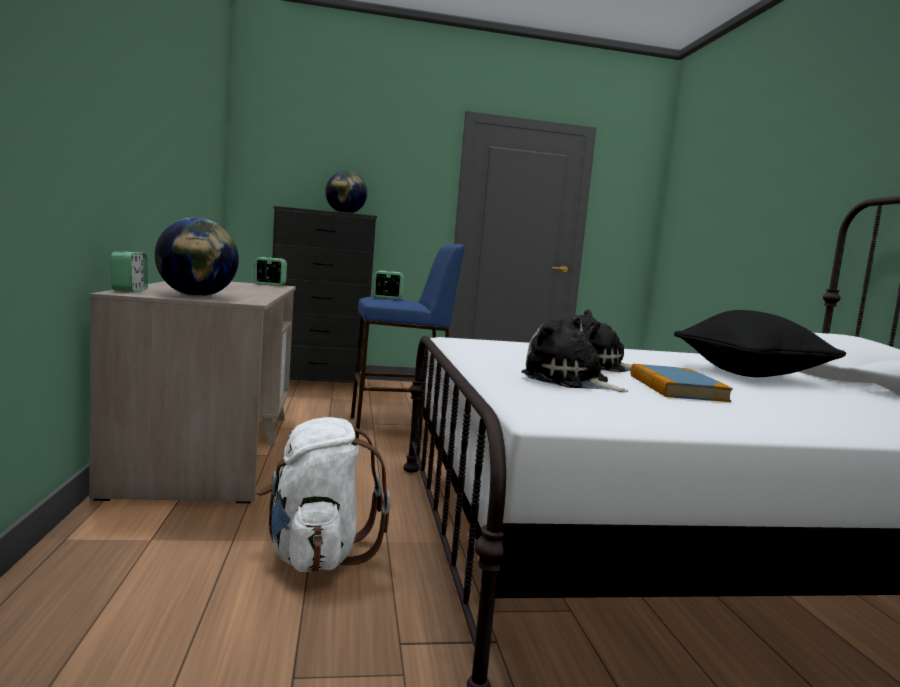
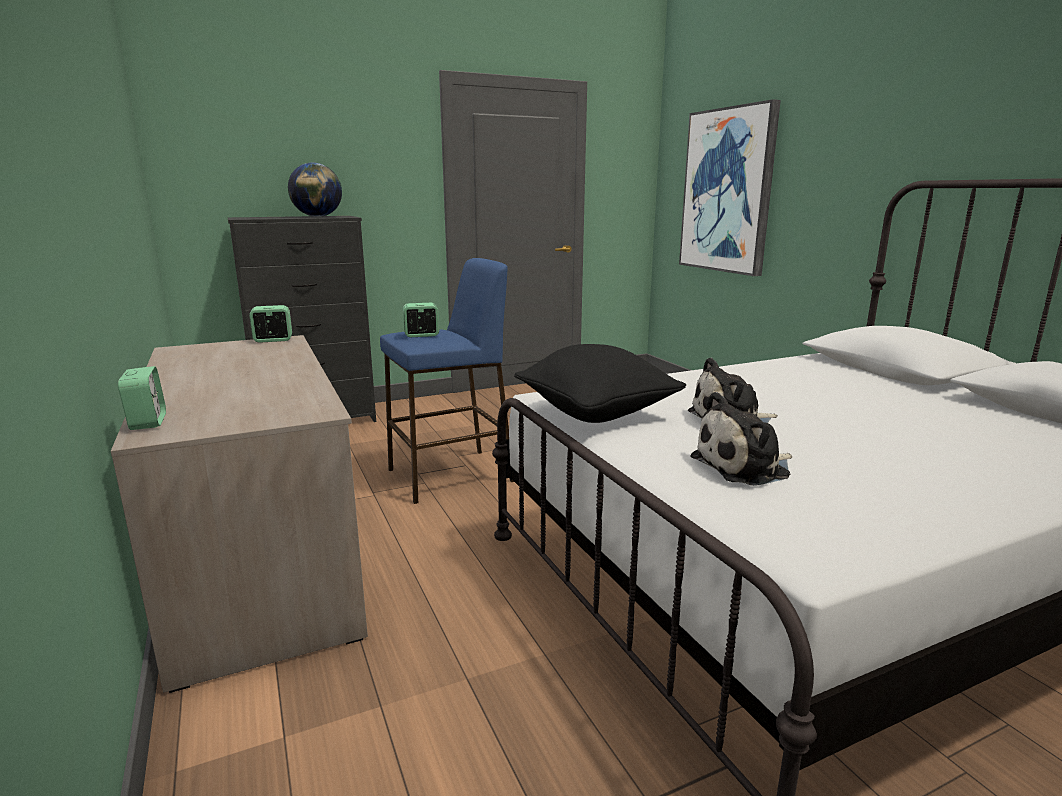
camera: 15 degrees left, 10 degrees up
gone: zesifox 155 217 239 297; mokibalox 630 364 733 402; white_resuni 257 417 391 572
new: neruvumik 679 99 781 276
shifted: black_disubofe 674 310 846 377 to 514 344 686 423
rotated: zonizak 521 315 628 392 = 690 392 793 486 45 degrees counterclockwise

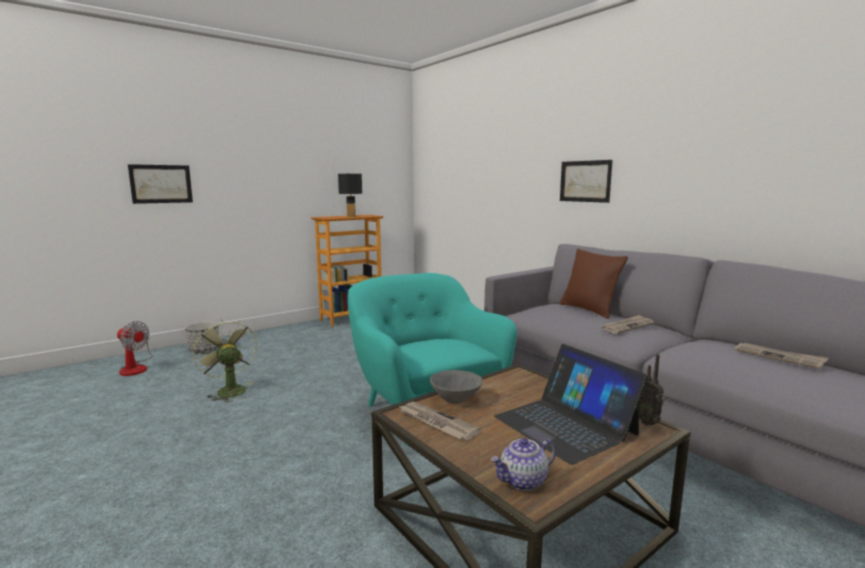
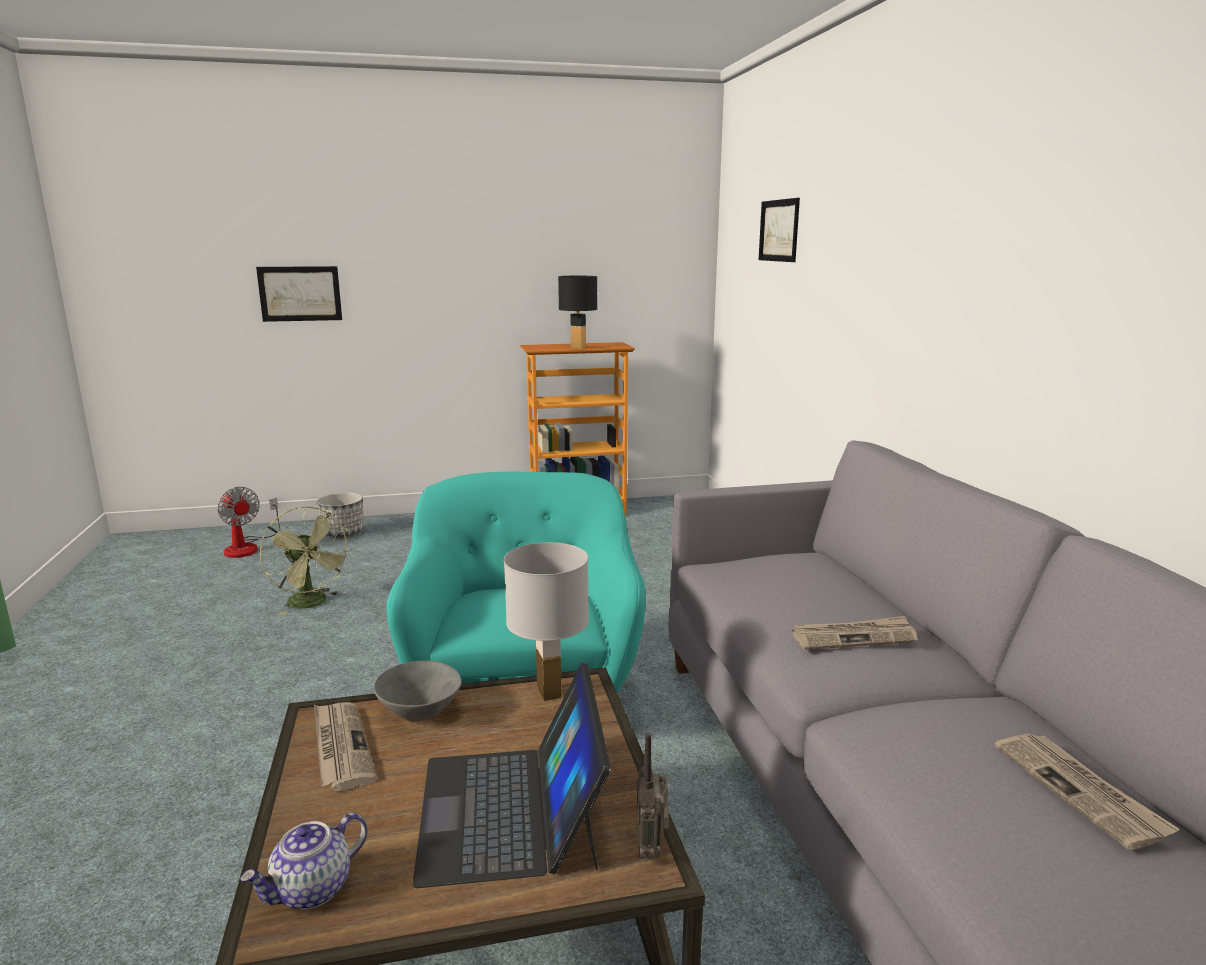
camera: 25 degrees right, 5 degrees up
gone: brown_disubofe 560 249 628 319
new: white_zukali 504 542 589 701
shifted: neruvumik 560 160 613 203 to 758 198 800 262
rotated: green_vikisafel 192 319 257 402 = 260 506 352 615 150 degrees clockwise; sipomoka 490 438 556 491 = 240 813 367 909 45 degrees counterclockwise

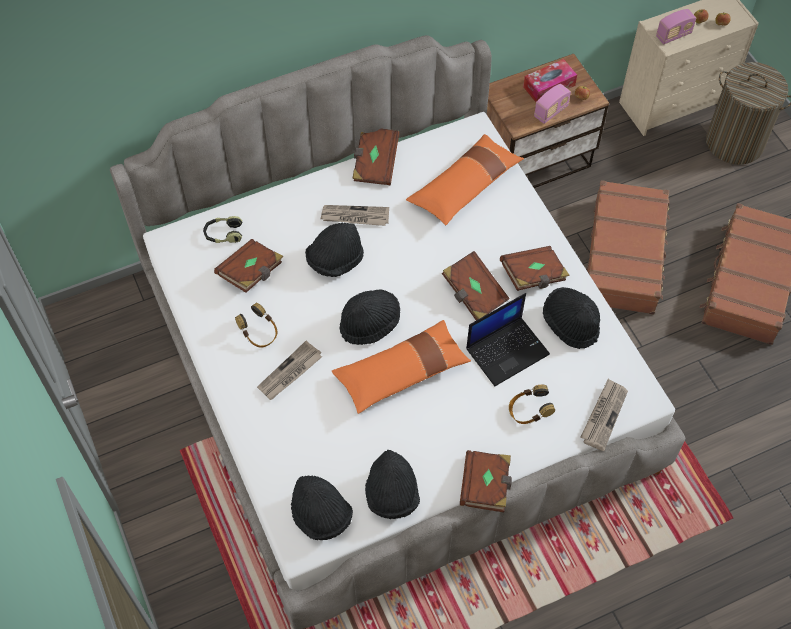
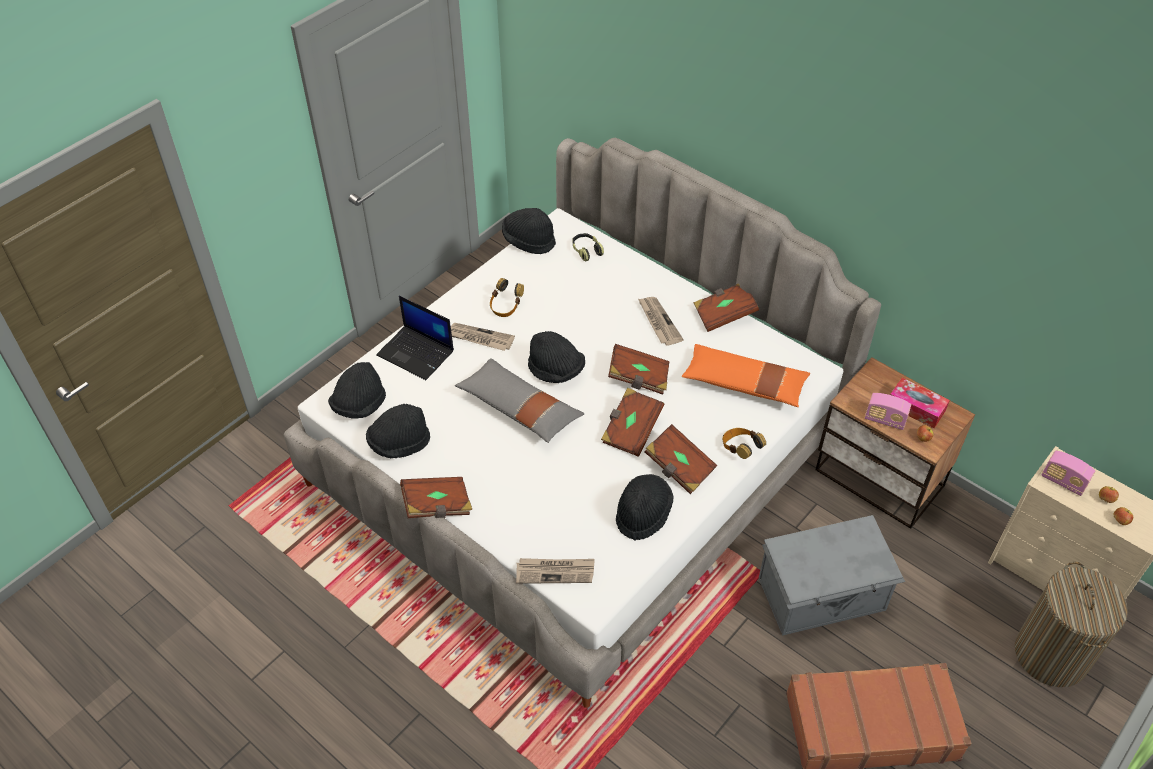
camera: 65 degrees right, 10 degrees down
shifted: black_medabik 305 223 364 277 to 502 208 556 254; brown_mokibalox 214 239 284 293 to 608 344 670 395; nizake 466 293 550 386 to 376 296 454 380; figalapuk 509 385 555 424 to 722 428 766 459
swapped: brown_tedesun 587 180 670 315 to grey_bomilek 759 515 905 636
repainted: orange_disubofe 332 320 471 414 to grey_disubofe 455 358 584 443

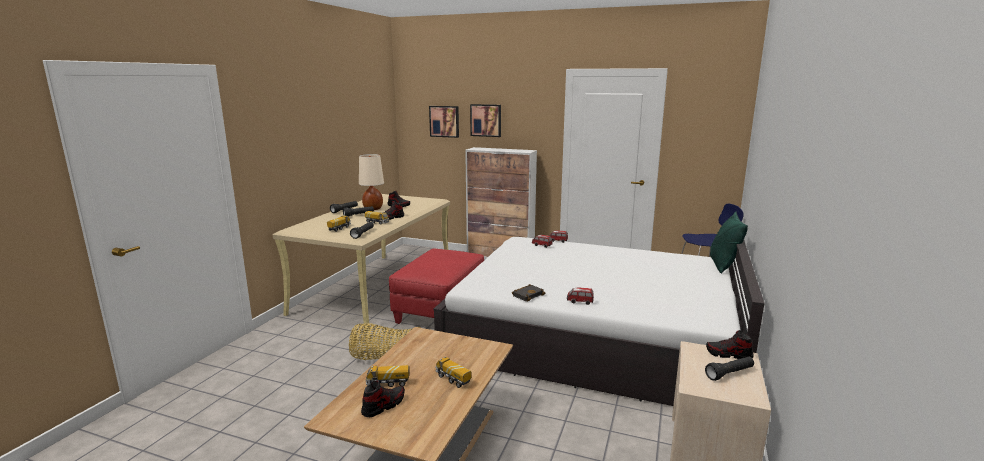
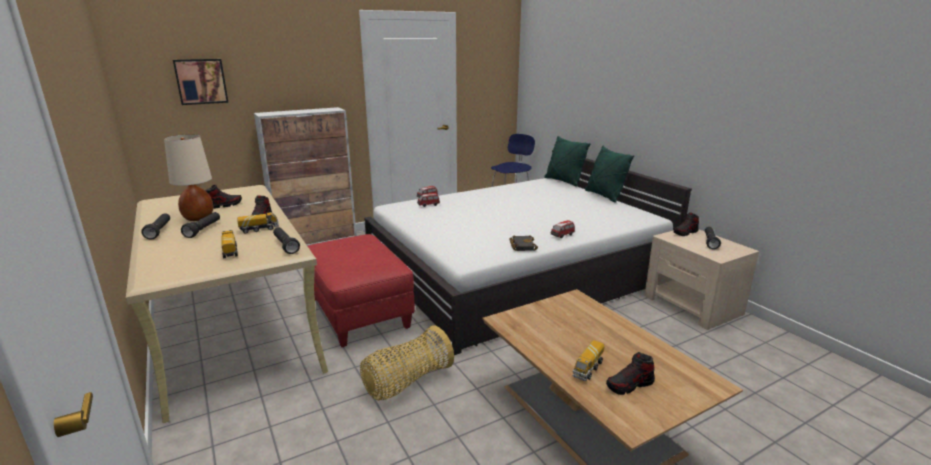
camera: 50 degrees left, 5 degrees up
gone: neruvumik 470 104 501 137; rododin 435 357 472 388
new: green_disubofe 585 146 634 203
rotated: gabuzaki 361 380 405 417 = 606 352 655 395 105 degrees counterclockwise

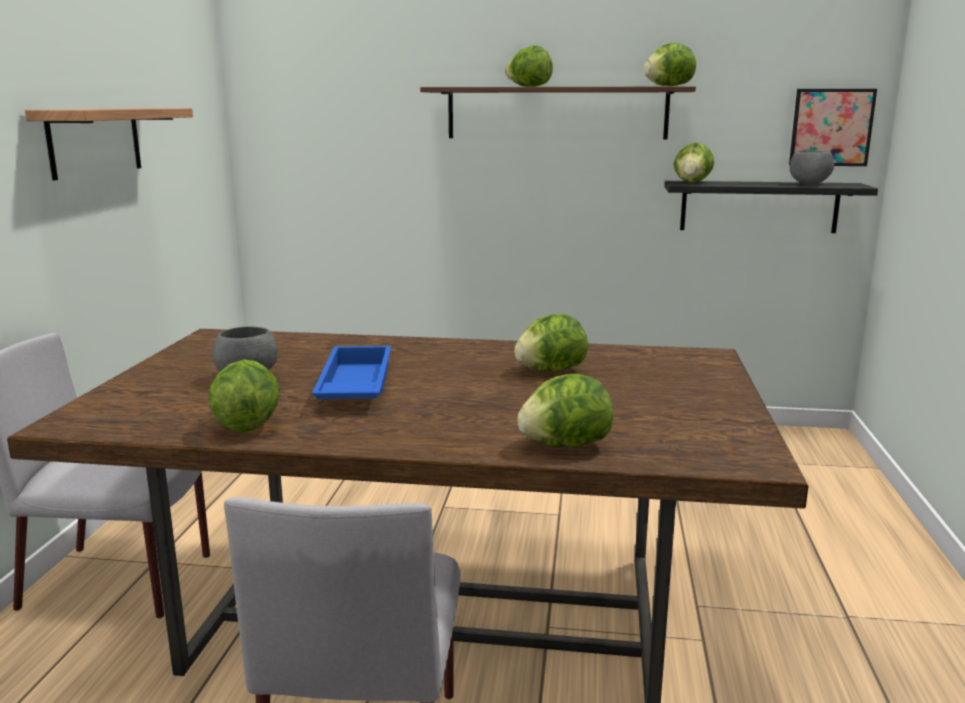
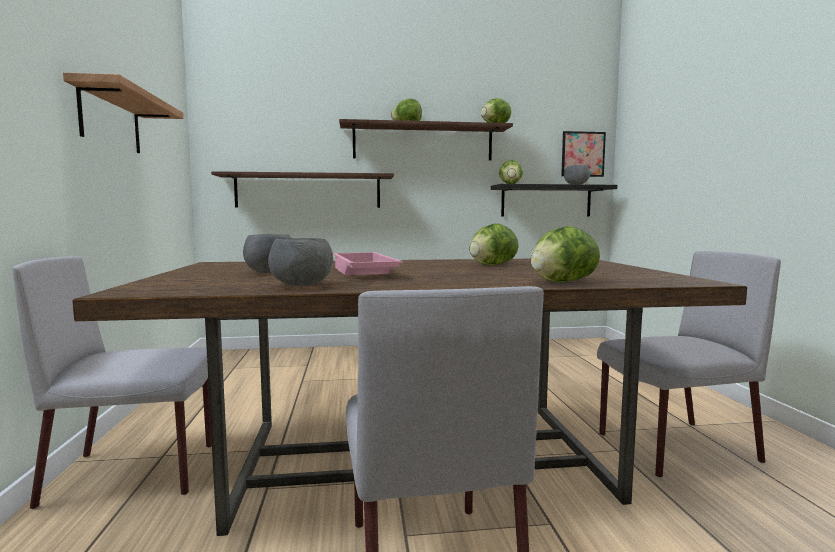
camera: 15 degrees left, 10 degrees down
new: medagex 211 171 394 208; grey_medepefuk 597 251 781 478
swapped: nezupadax 208 359 280 433 to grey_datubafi 268 238 333 286
repainted: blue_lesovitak 312 346 391 399 to pink_lesovitak 333 252 403 275

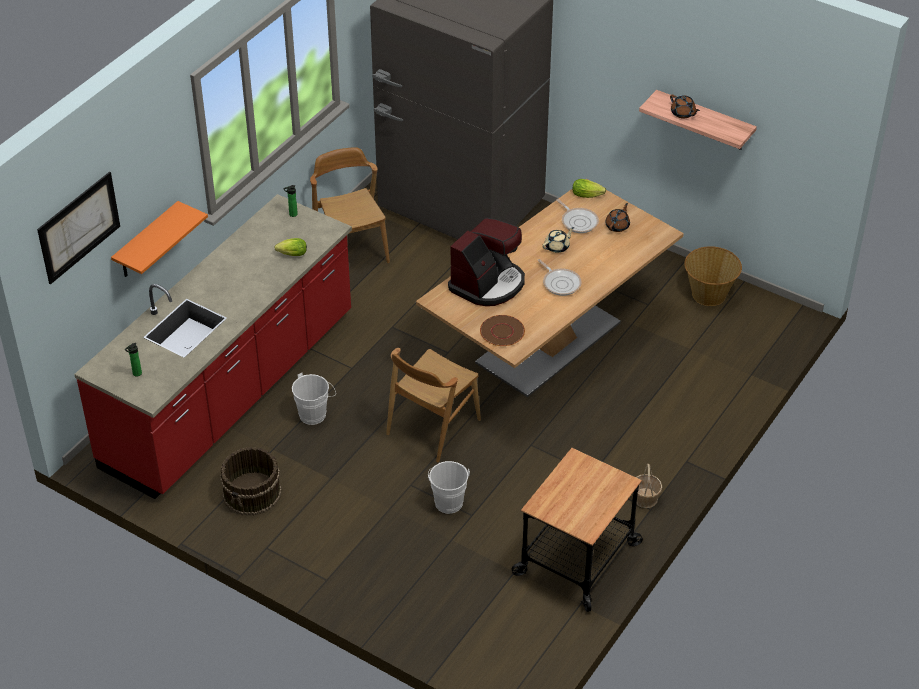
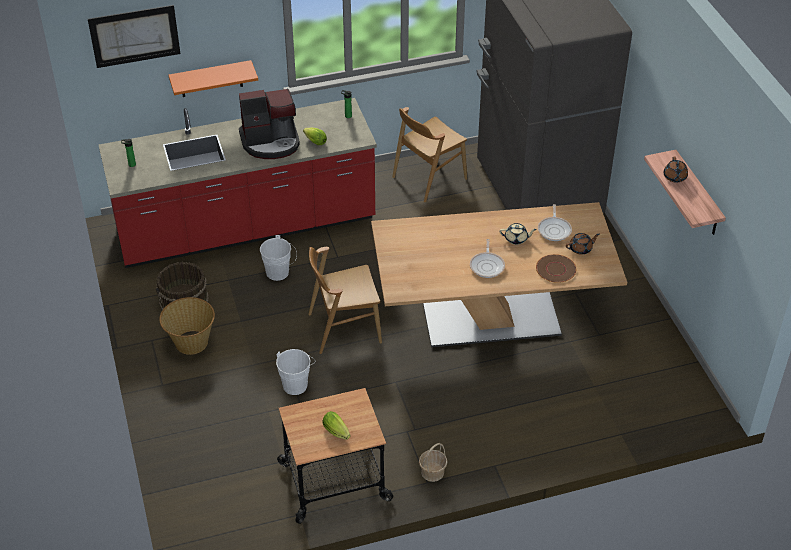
camera: 40 degrees right, 0 degrees up
shifted: nezupadax 573 179 606 198 to 322 411 350 439; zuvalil 448 218 525 306 to 239 89 300 159; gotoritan 684 246 742 306 to 159 297 215 355; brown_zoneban 480 315 525 346 to 536 254 576 283
rotated: brown_medepefuk 310 147 390 263 = 392 107 467 202 150 degrees counterclockwise

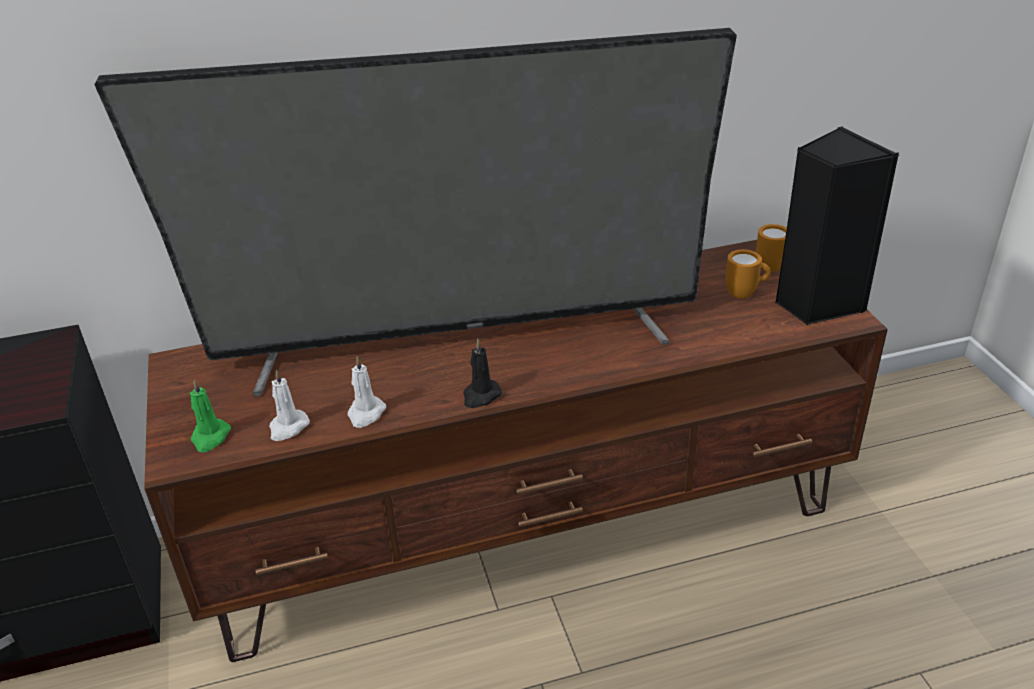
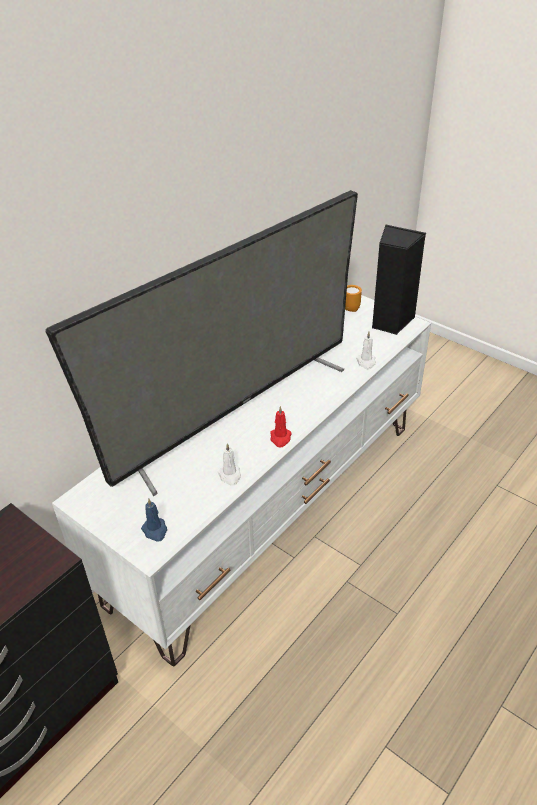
camera: 35 degrees left, 5 degrees up
gone: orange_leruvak 725 249 771 299
shifted: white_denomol 269 370 310 441 to 356 332 376 369
repainted: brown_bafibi 144 240 888 662 to white_bafibi 52 295 431 666; black_denomol 463 339 502 408 to red_denomol 270 406 292 447; green_denomol 190 379 231 452 to blue_denomol 141 498 167 542

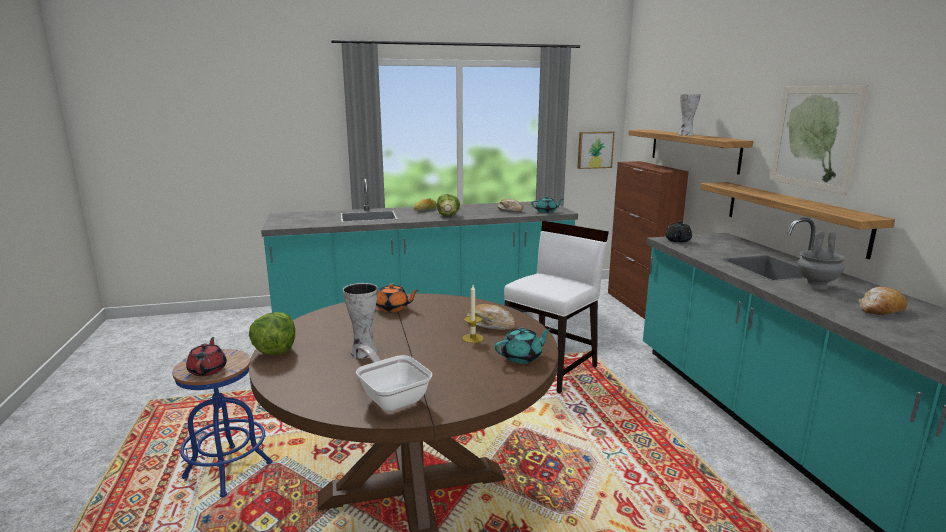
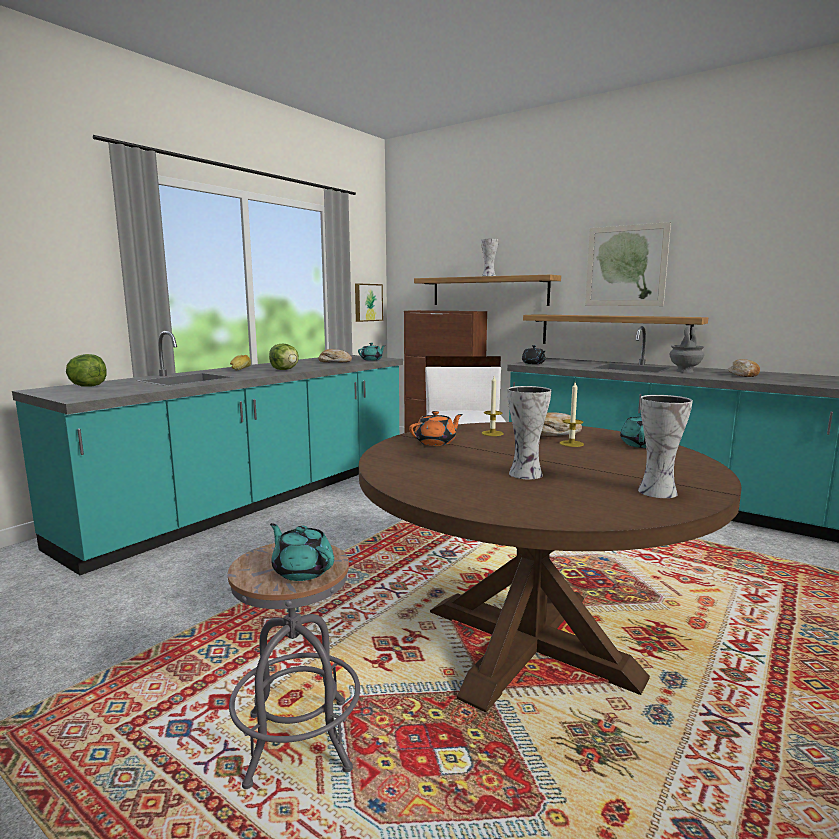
camera: 40 degrees left, 5 degrees down
new: denomol 482 376 504 436
shifted: nezupadax 249 312 295 355 to 66 354 107 387
swapped: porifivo 356 345 432 411 to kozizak 638 395 693 498
repainted: red_sipomoka 186 337 227 376 to turquoise_sipomoka 270 523 334 581; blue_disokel 172 349 272 497 to grey_disokel 228 543 360 789

